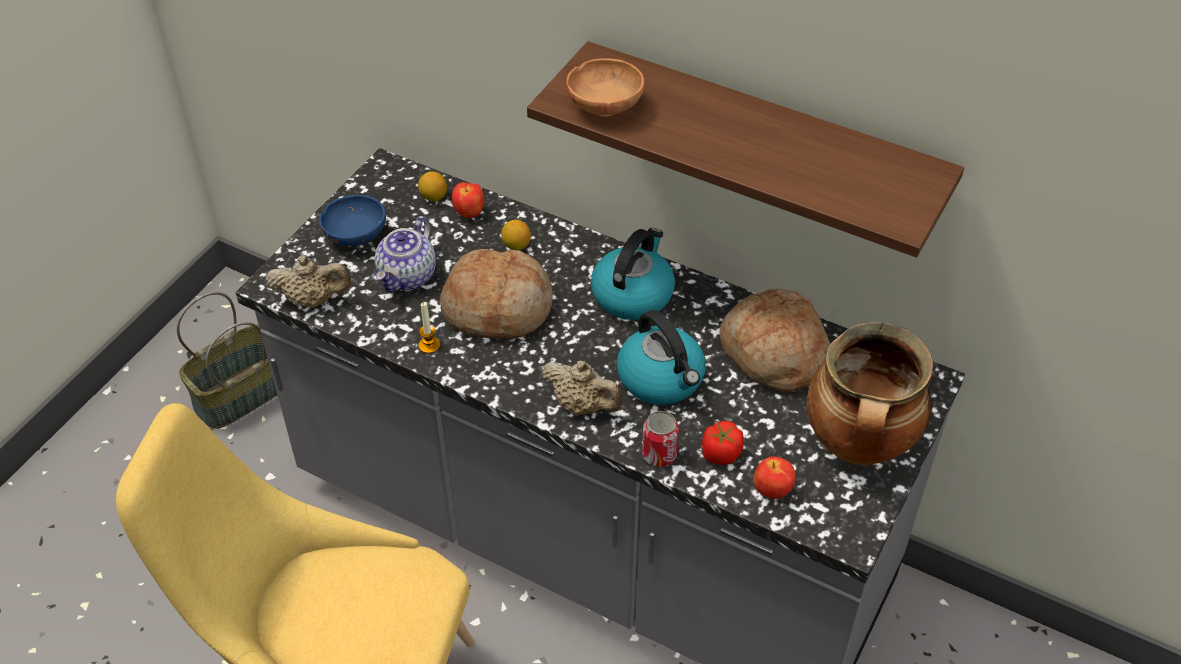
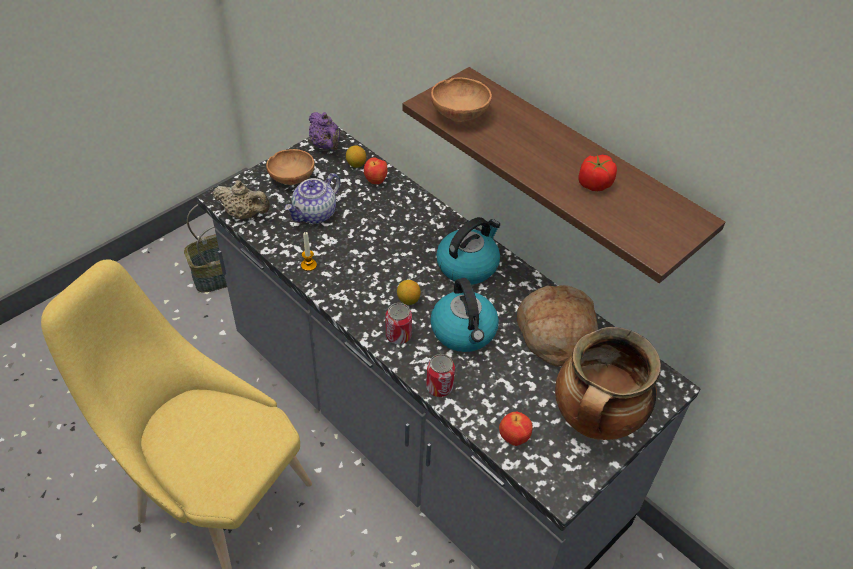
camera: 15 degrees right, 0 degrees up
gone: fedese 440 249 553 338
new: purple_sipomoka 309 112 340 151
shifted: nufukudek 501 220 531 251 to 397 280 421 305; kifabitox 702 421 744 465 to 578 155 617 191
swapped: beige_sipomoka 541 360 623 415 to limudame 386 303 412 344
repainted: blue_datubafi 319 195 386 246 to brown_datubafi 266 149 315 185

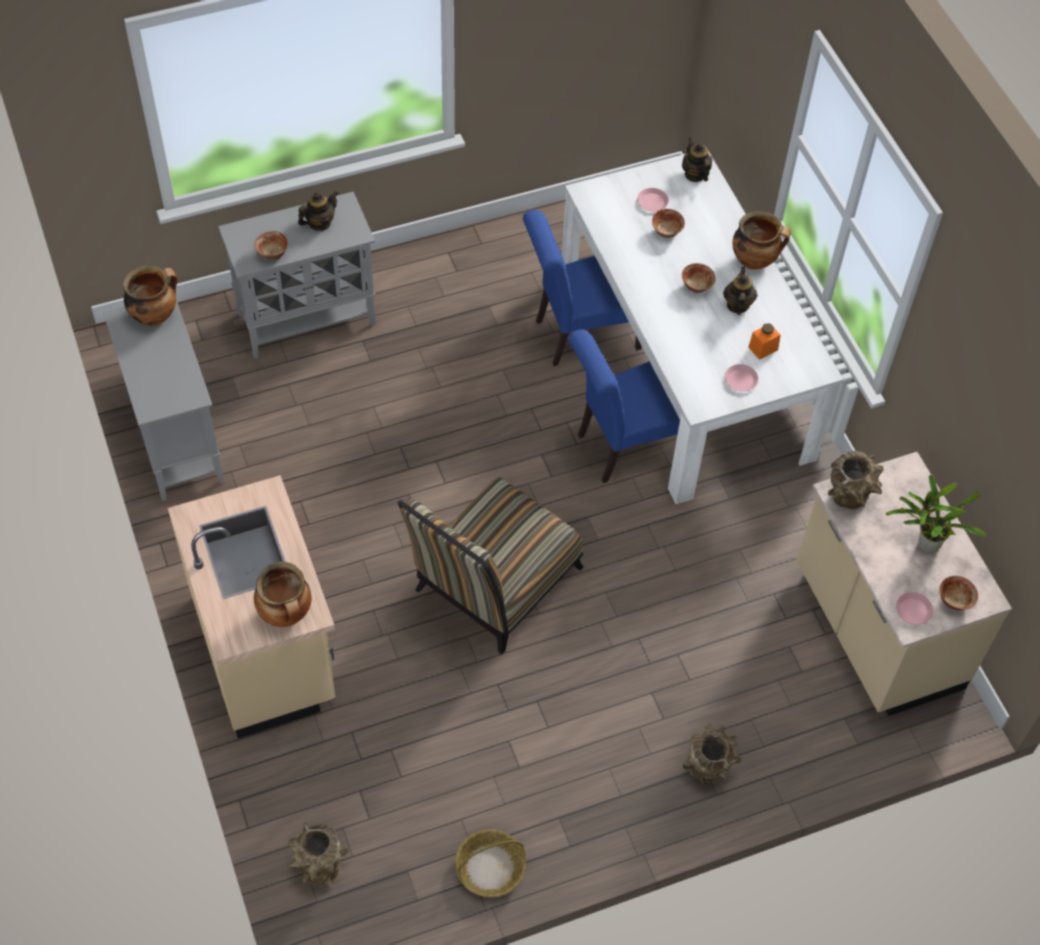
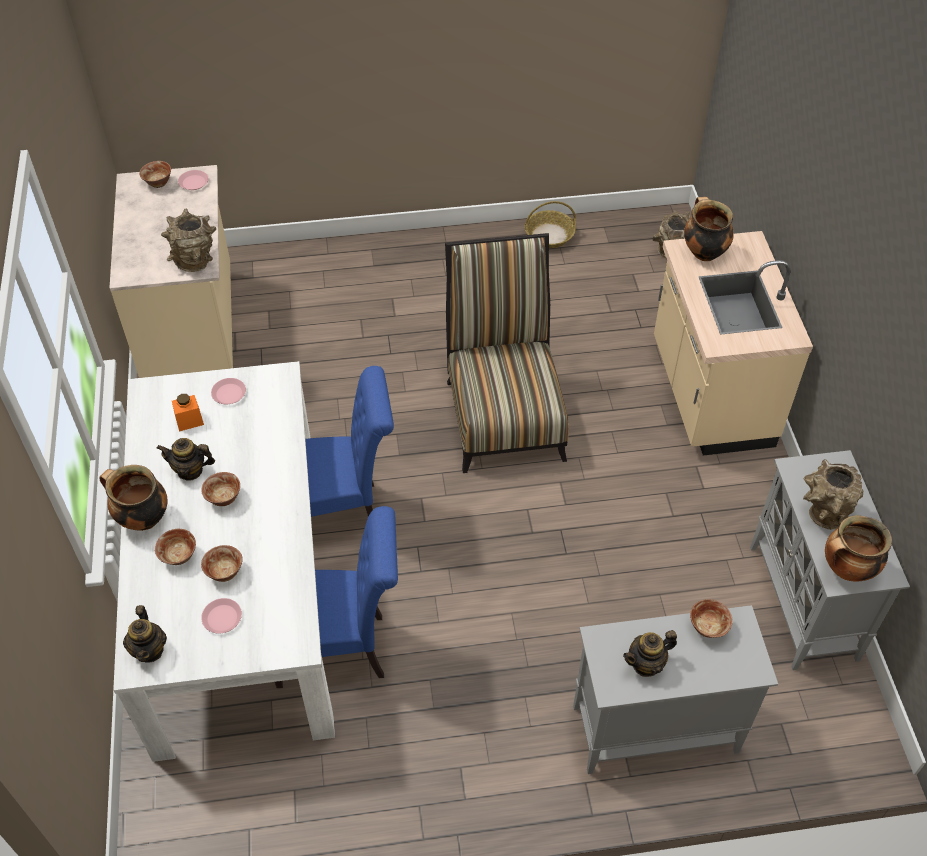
camera: 165 degrees left, 5 degrees down
gone: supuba 885 474 986 553
new: datubafi 155 529 196 565
shifted: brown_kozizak 683 724 742 784 to 803 459 863 530
rotated: sipomoka 723 266 758 315 = 157 438 215 480 75 degrees clockwise; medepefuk 397 477 584 655 = 445 233 569 473 60 degrees counterclockwise

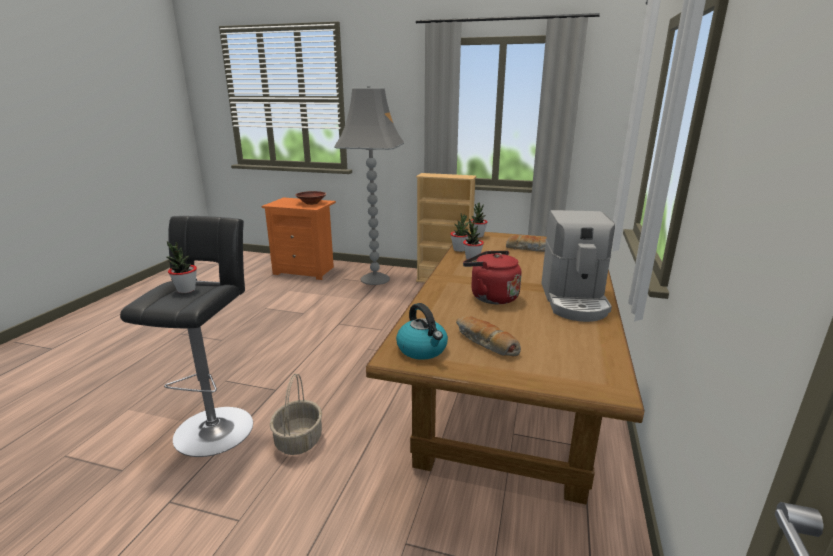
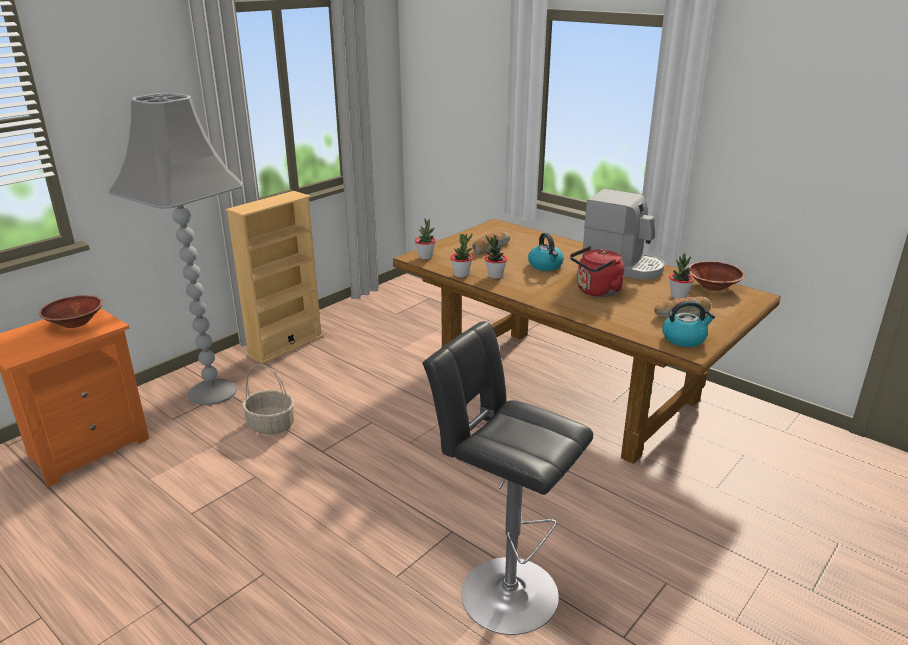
camera: 65 degrees left, 5 degrees up
new: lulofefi 528 233 564 271; brown_datubafi 689 261 745 291
shifted: supuba 167 241 197 293 to 669 254 694 299; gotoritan 270 374 322 455 to 242 364 295 435

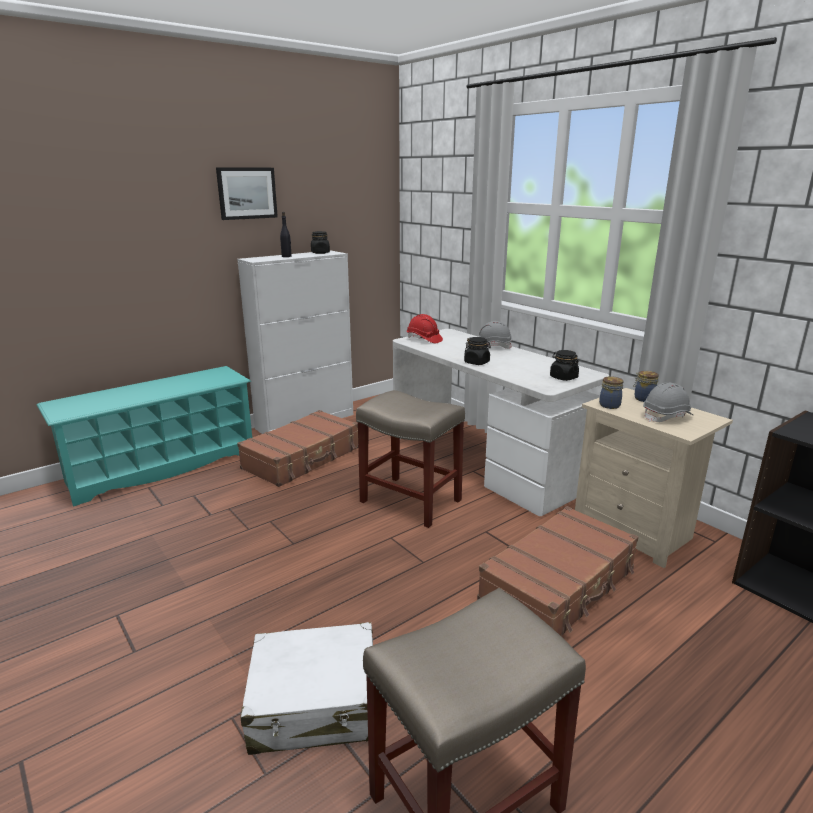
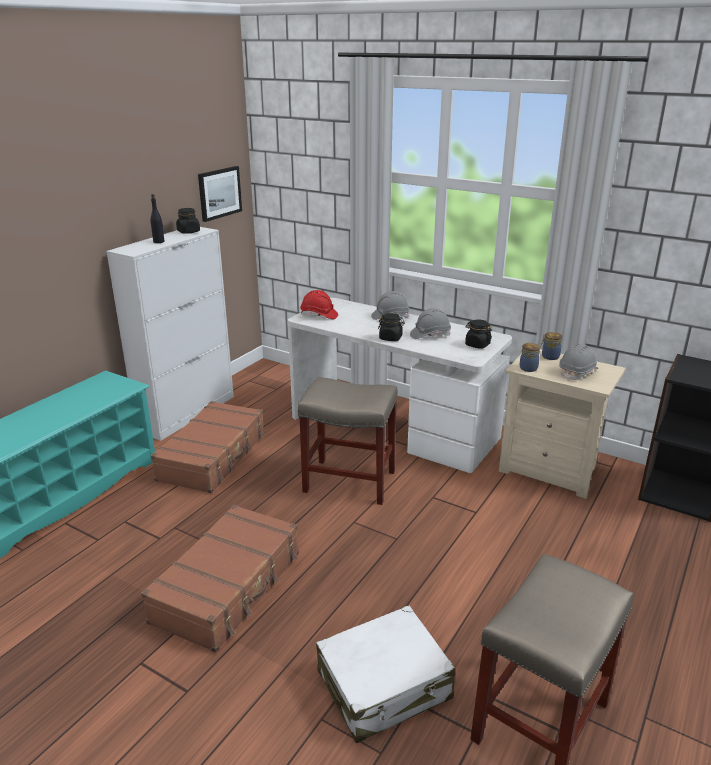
camera: 20 degrees left, 5 degrees up
new: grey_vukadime 410 308 451 339
shifted: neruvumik 216 167 278 220 to 198 166 242 222; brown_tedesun 477 506 638 636 to 141 505 299 653

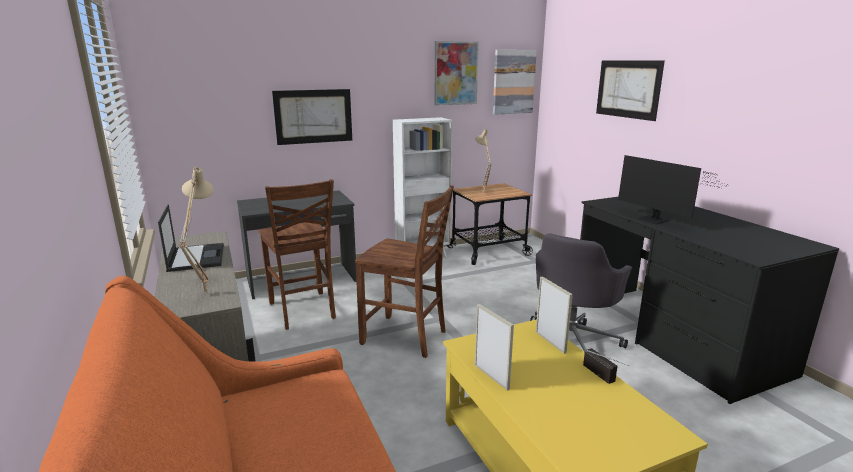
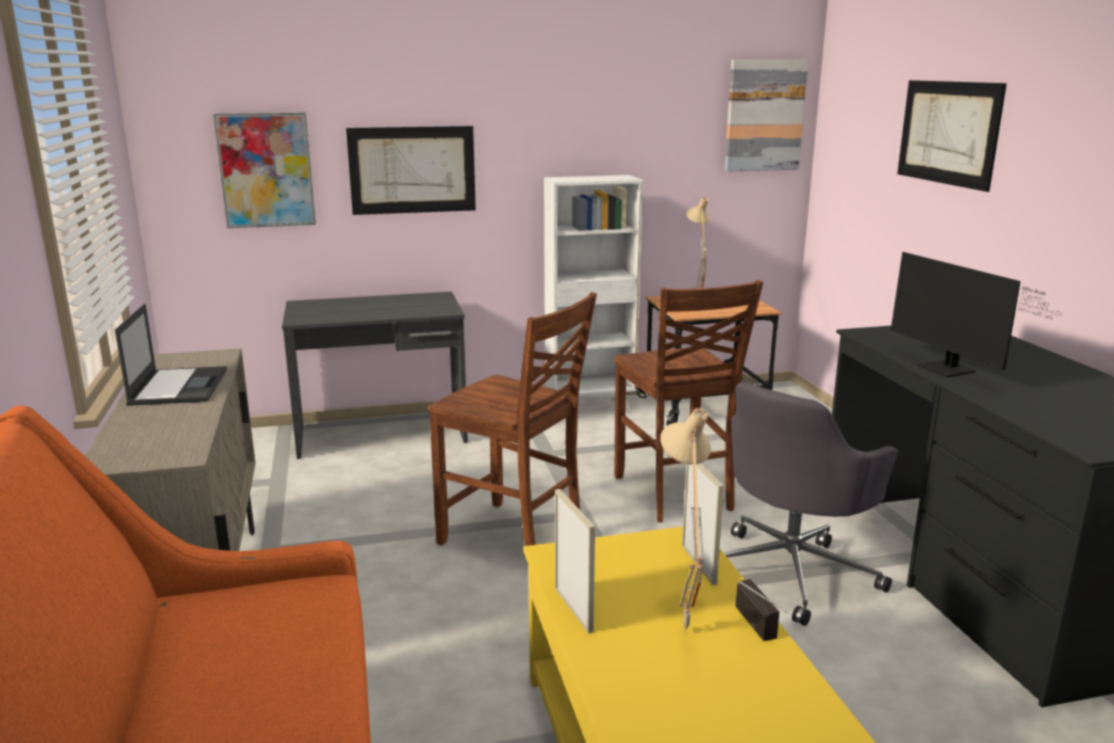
camera: 10 degrees right, 0 degrees up
shifted: neruvumik 435 41 479 105 to 213 112 316 228; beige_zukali 179 167 214 295 to 660 408 711 632; brown_medepefuk 258 179 336 330 to 614 280 763 523

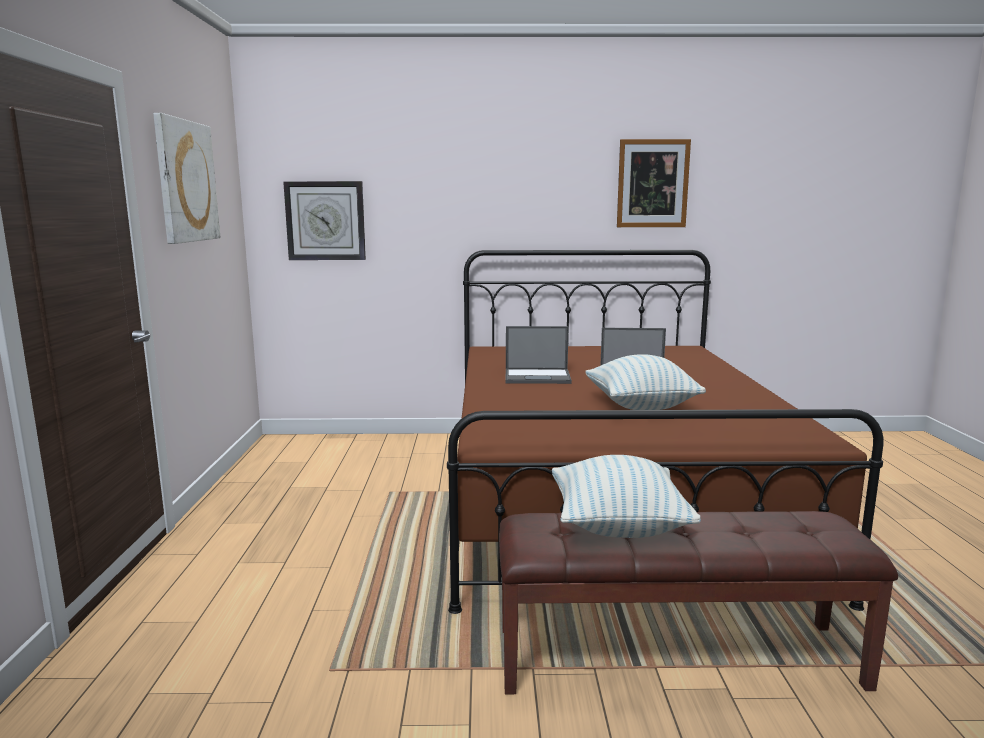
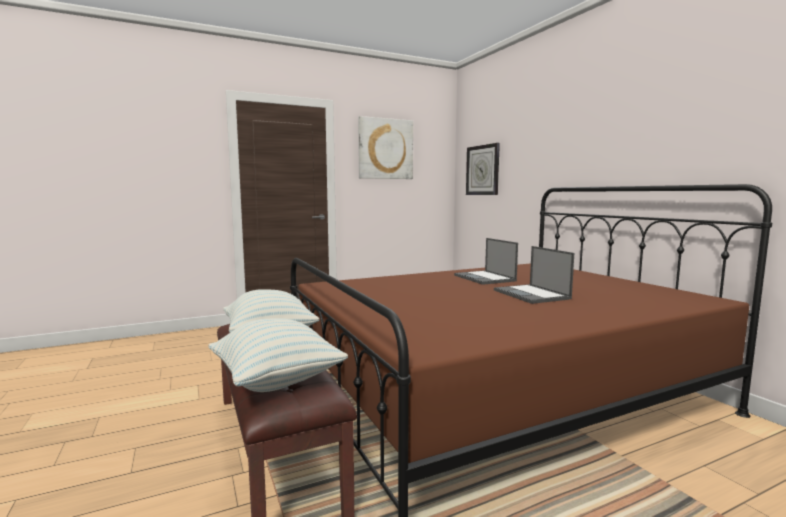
camera: 65 degrees right, 5 degrees down
gone: neruvumik 617 139 691 227
shifted: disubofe 585 354 706 410 to 208 318 348 392

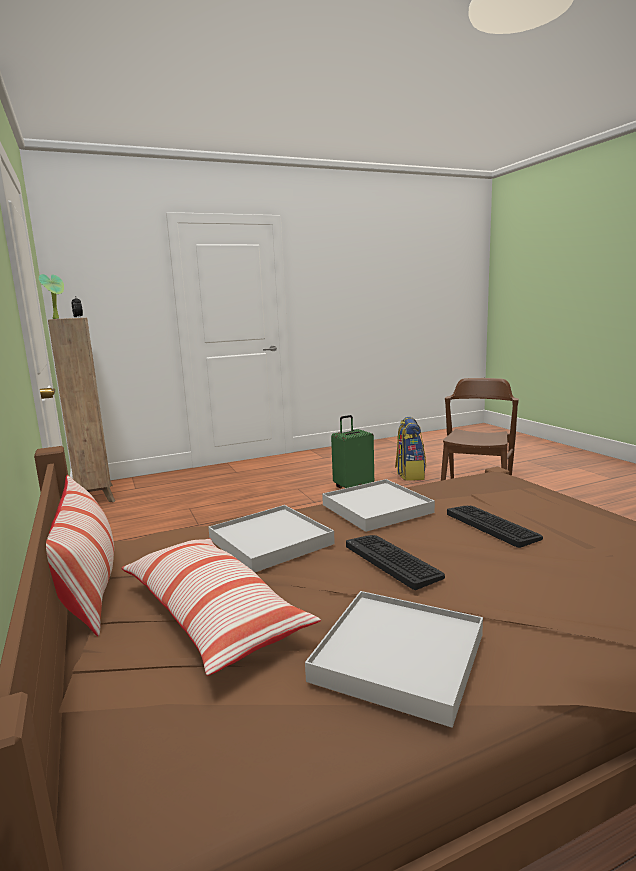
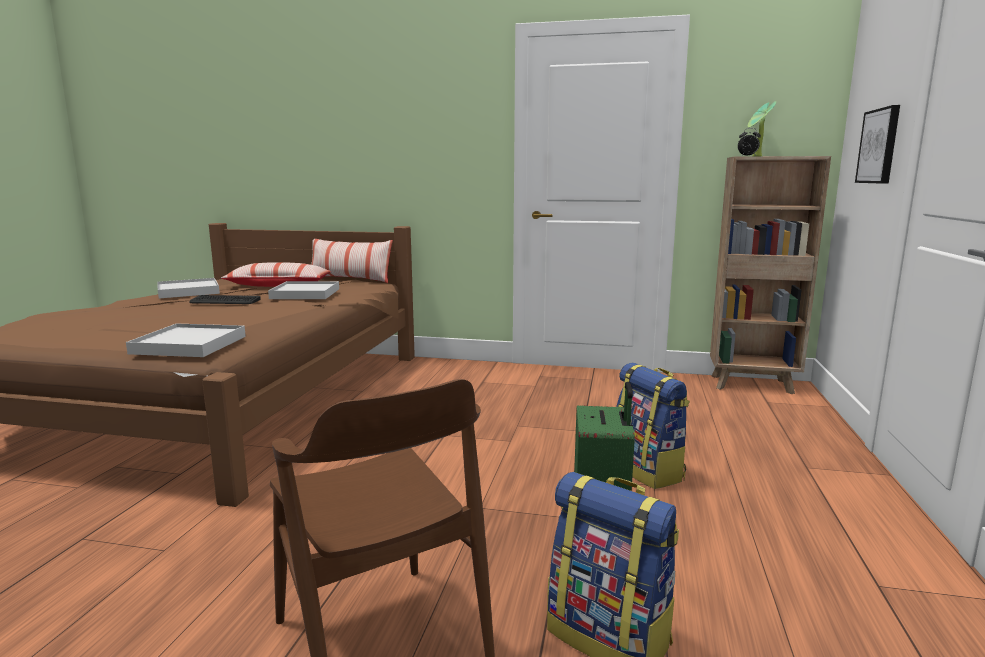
camera: 125 degrees right, 0 degrees up
gone: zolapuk 447 505 543 548
new: neruvumik 855 105 900 184; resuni 616 363 690 489
shifted: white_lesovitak 322 479 435 532 to 126 323 246 357

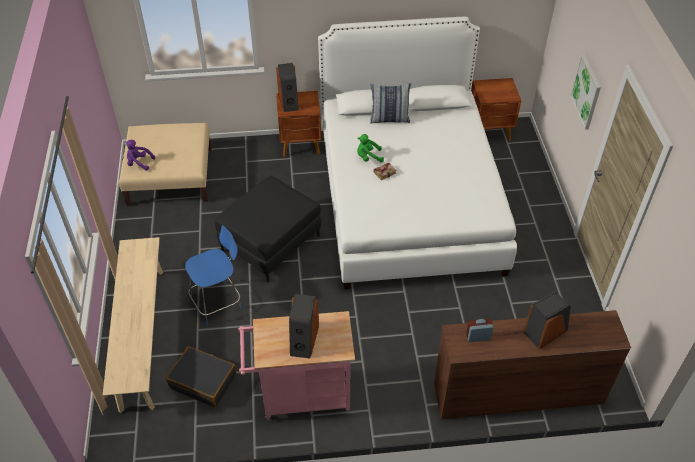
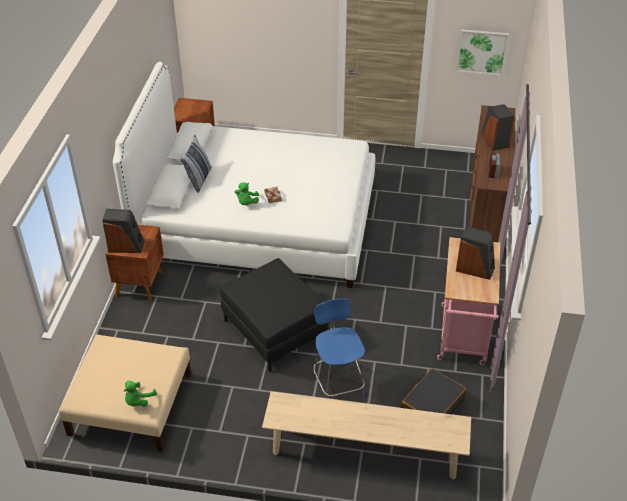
camera: 75 degrees left, 5 degrees down
shifted: neruvumik 570 54 601 130 to 456 29 509 76
repainted: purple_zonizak 125 140 155 171 to green_zonizak 124 381 157 407

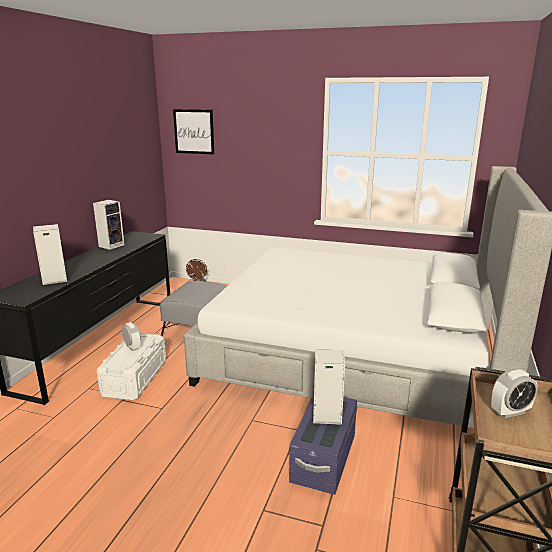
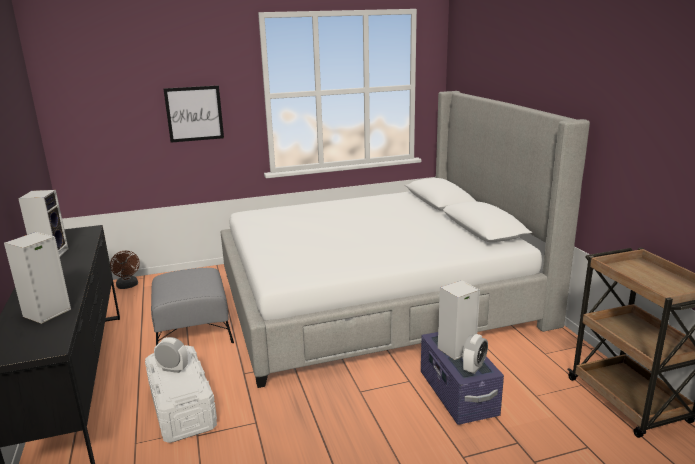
camera: 35 degrees left, 0 degrees up
shifted: neruvumik 173 109 214 155 to 163 85 224 143; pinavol 491 369 538 418 to 462 334 488 374

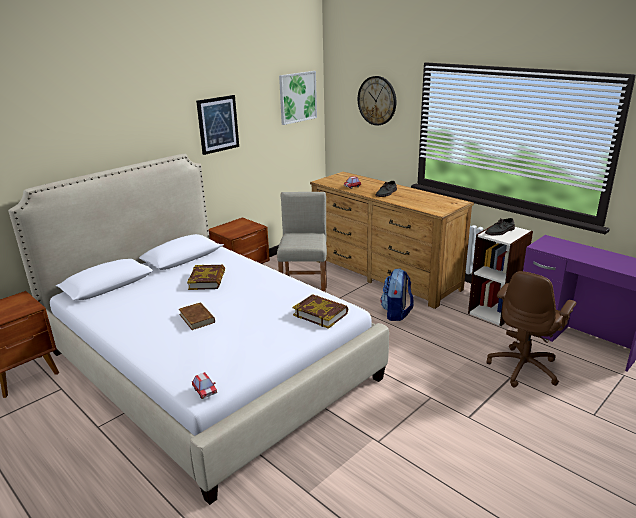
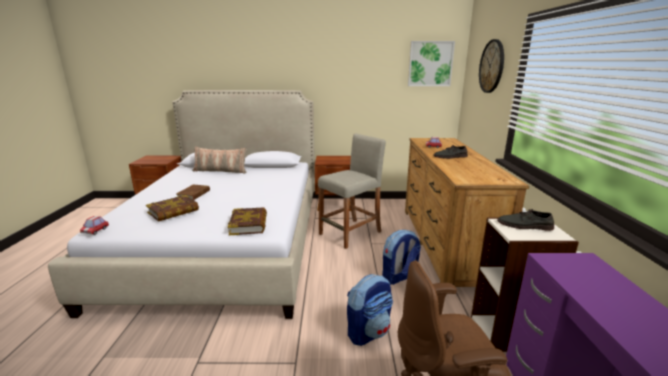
camera: 45 degrees right, 5 degrees down
gone: neruvumik 196 95 239 155
new: disubofe 192 147 247 173; resuni 347 274 393 346
shifted: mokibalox 187 265 225 290 to 146 195 199 222

